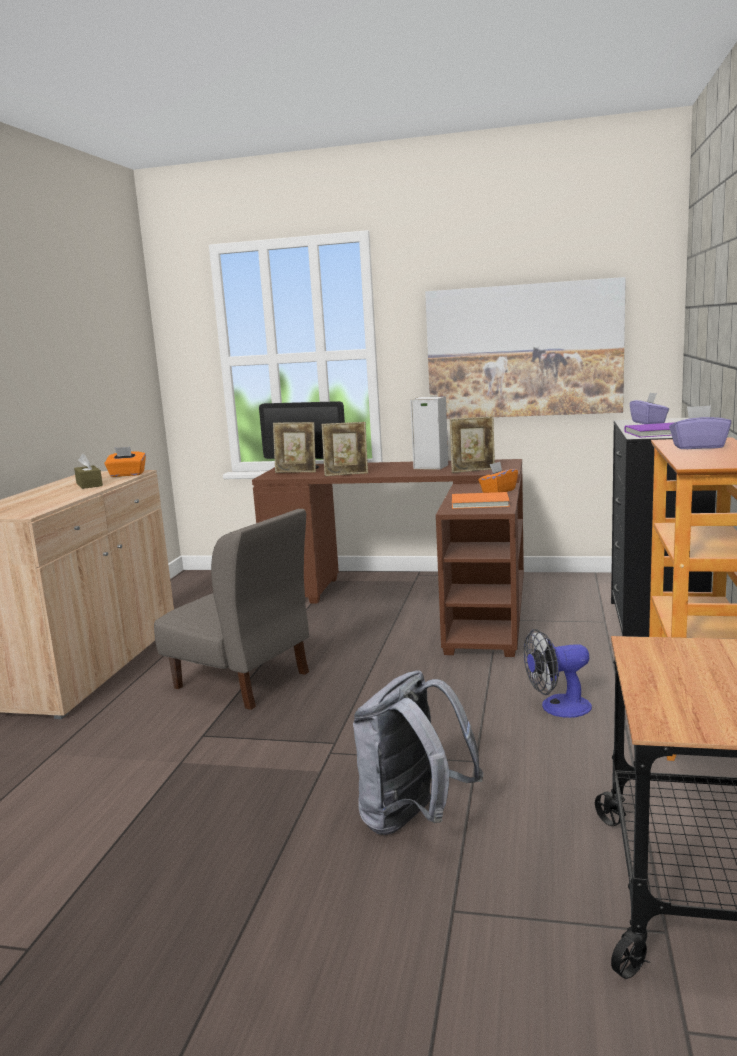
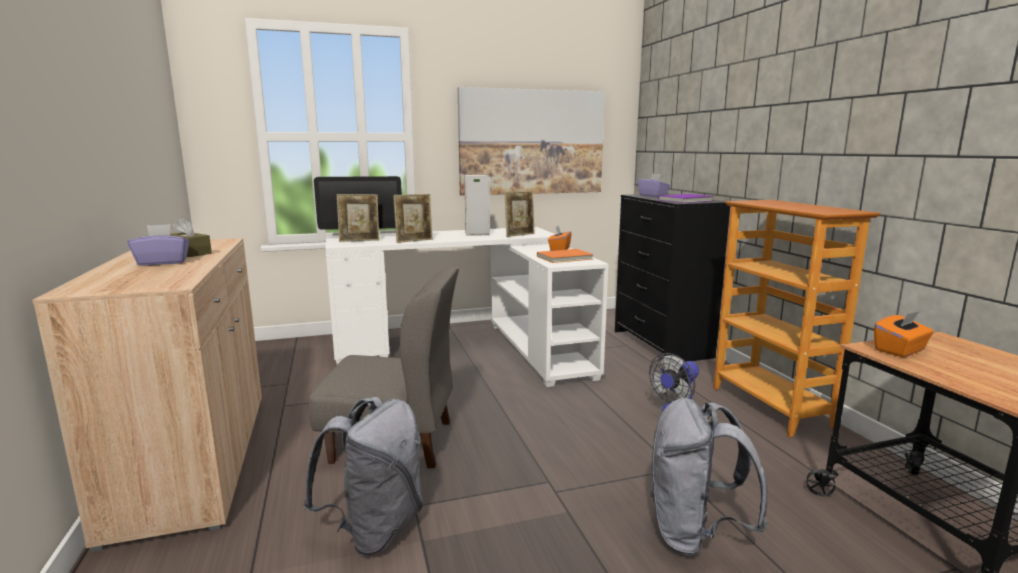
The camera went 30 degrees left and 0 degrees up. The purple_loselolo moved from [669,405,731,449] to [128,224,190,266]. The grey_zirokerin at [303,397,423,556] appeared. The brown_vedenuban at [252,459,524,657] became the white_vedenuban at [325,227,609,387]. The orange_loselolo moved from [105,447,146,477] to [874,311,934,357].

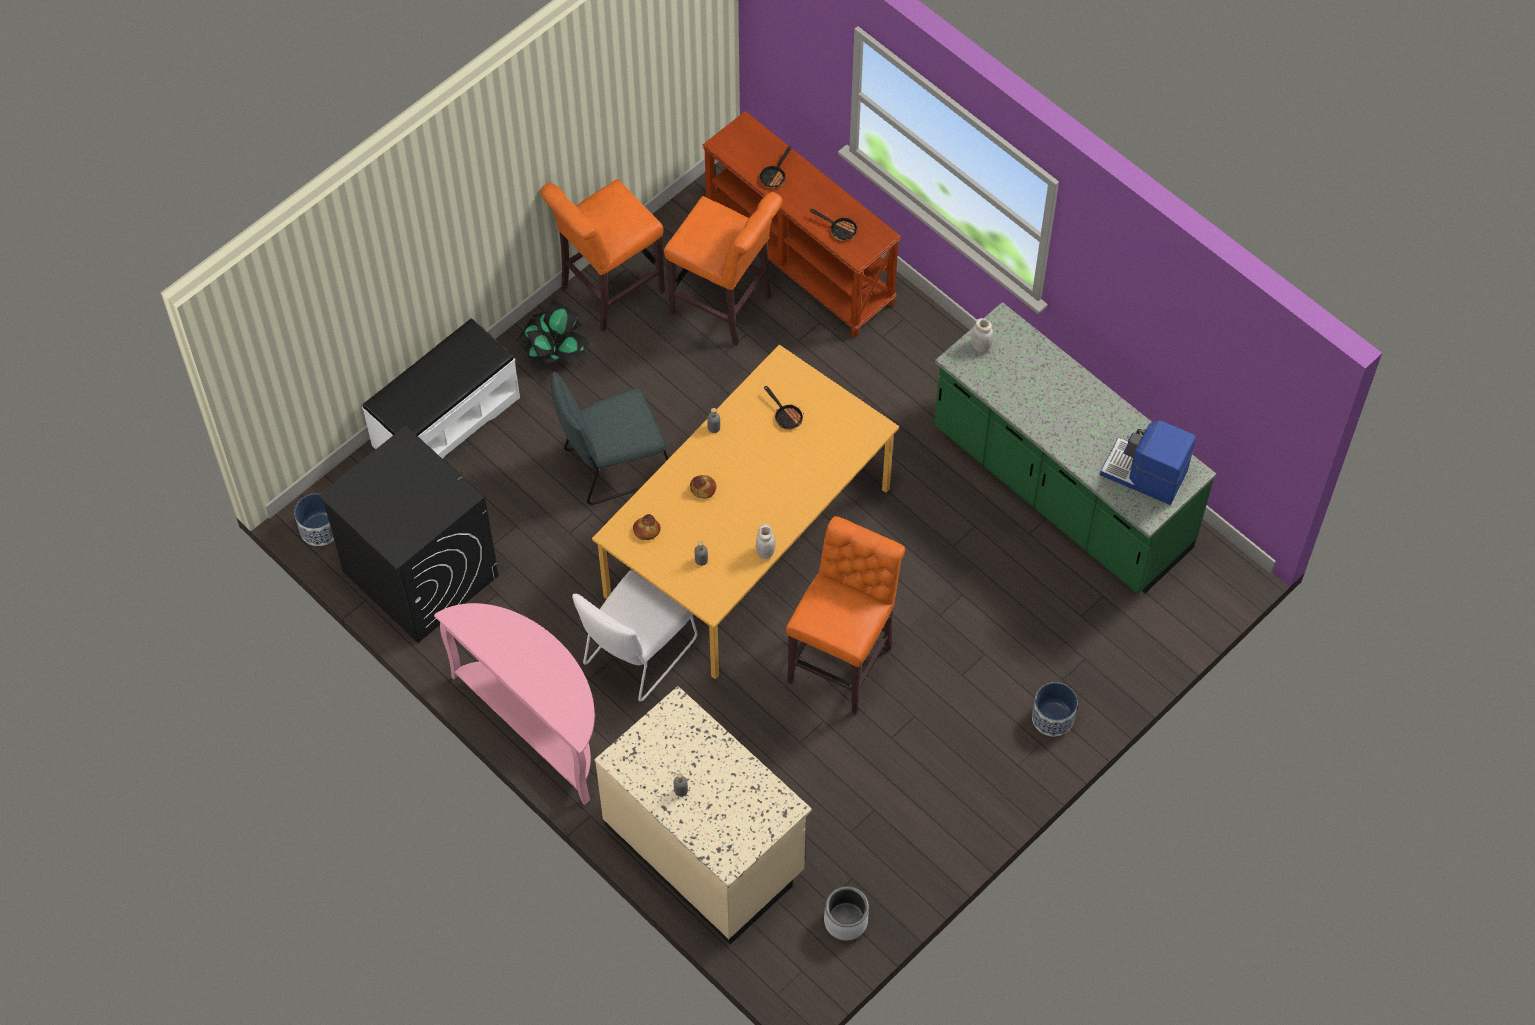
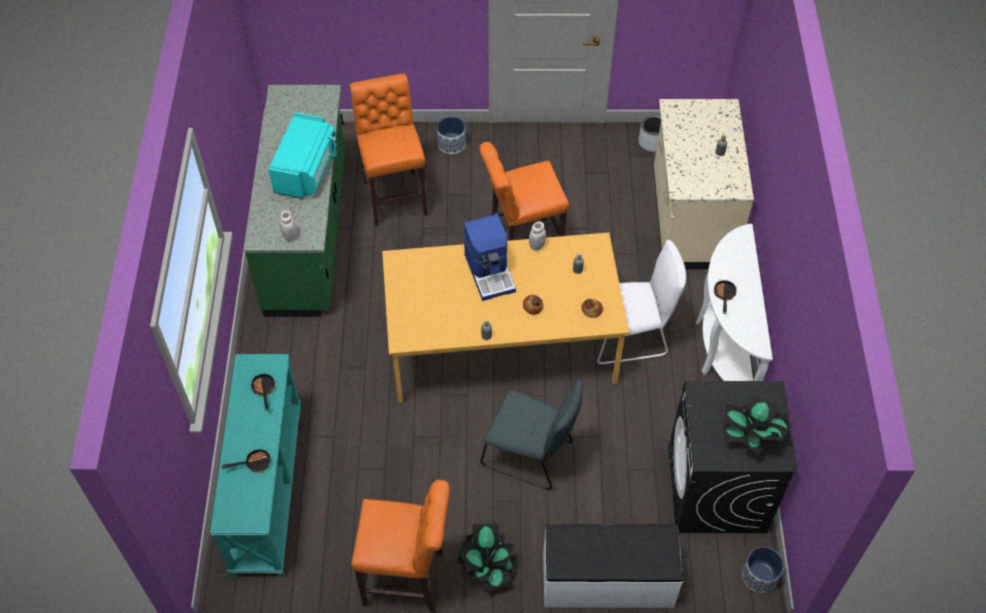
The camera went 135 degrees left and 5 degrees down. The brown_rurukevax at [702,111,901,338] became the turquoise_rurukevax at [210,354,301,577]. The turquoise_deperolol at [268,112,337,199] appeared. The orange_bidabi moved from [664,192,782,346] to [349,73,428,226]. The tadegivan moved from [1100,420,1196,505] to [464,214,516,301]. The pink_rurukevax at [434,603,595,805] became the white_rurukevax at [696,224,773,381]. The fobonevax moved from [764,386,804,430] to [714,280,737,314]. The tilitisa at [723,395,792,454] appeared.

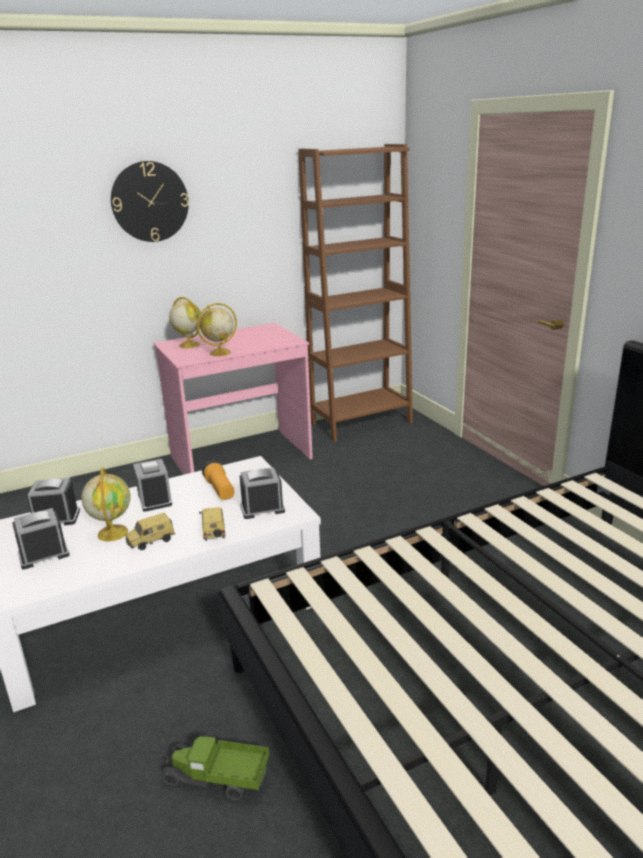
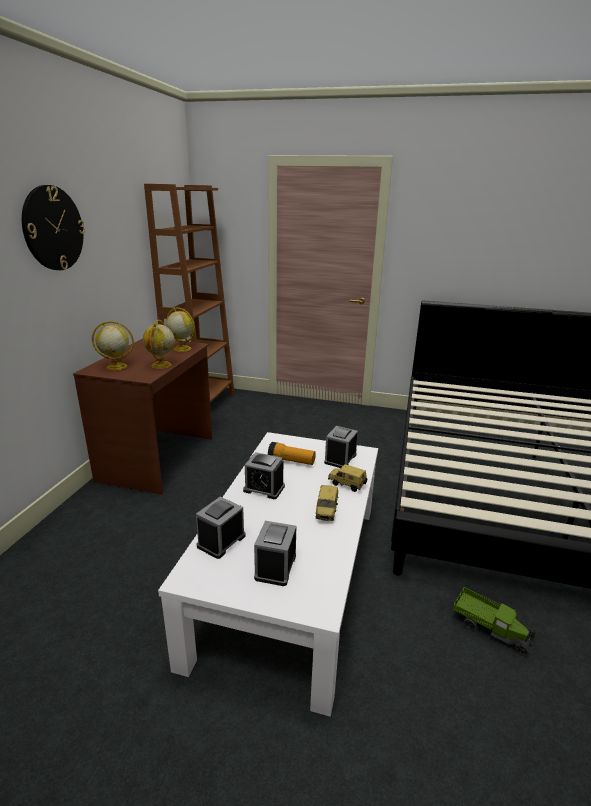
The camera went 50 degrees left and 0 degrees up. The pink_vedenuban at [153,323,313,475] became the brown_vedenuban at [73,338,212,495]. The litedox moved from [81,467,131,541] to [166,308,195,352]. The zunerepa at [161,736,269,800] turned 105 degrees counterclockwise.

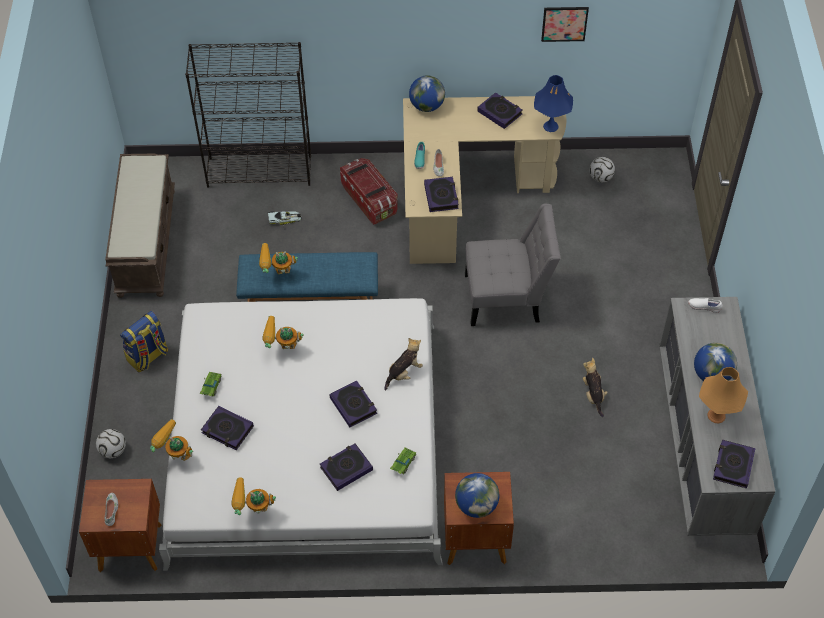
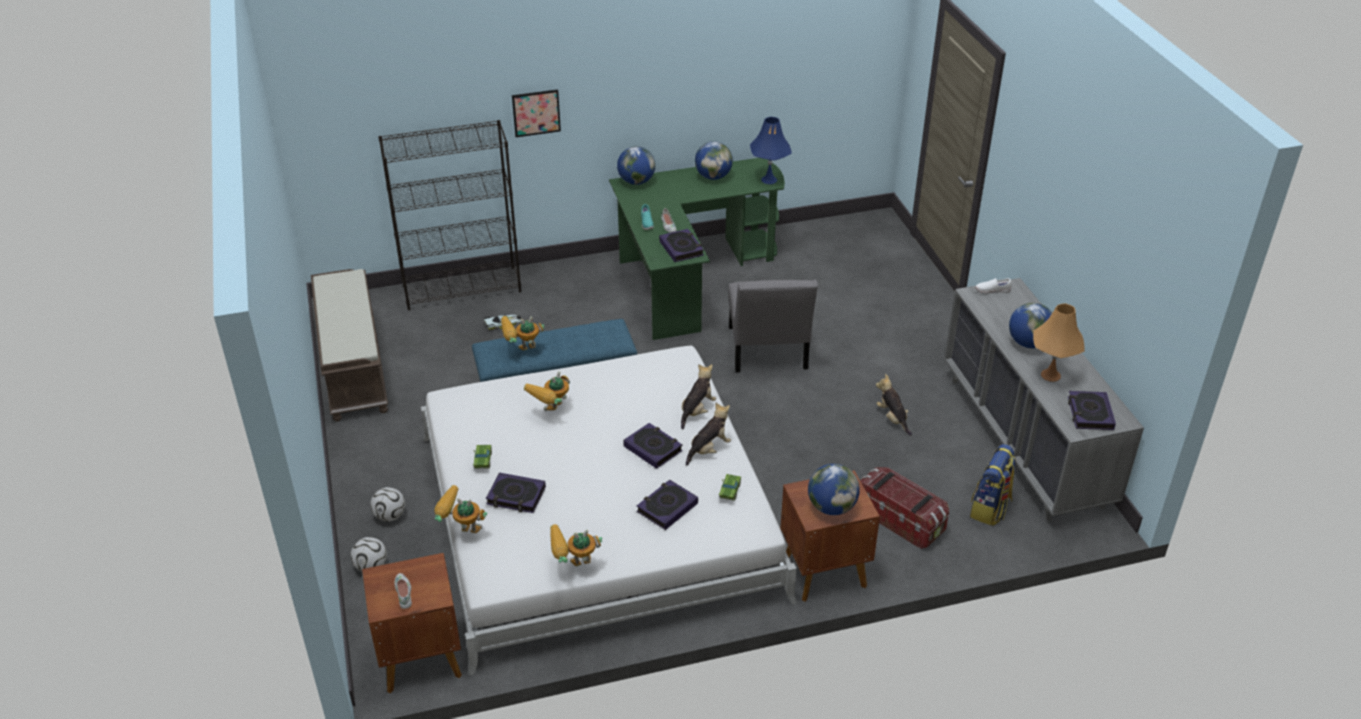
The camera went 15 degrees left and 15 degrees down. The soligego moved from [589,157,615,182] to [370,487,405,522]. The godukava moved from [541,7,589,42] to [512,89,561,137]. The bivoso at [263,316,304,349] turned 45 degrees counterclockwise. The beige_vedenuban at [403,96,566,264] became the green_vedenuban at [609,158,785,340]. The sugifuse at [686,403,731,466] appeared. The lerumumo at [477,92,523,129] was replaced by the litedox at [695,141,733,180]. The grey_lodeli at [465,204,561,326] turned 105 degrees clockwise. The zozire moved from [340,158,398,225] to [860,467,949,549]. The zirokerin moved from [120,311,168,372] to [970,444,1016,526].

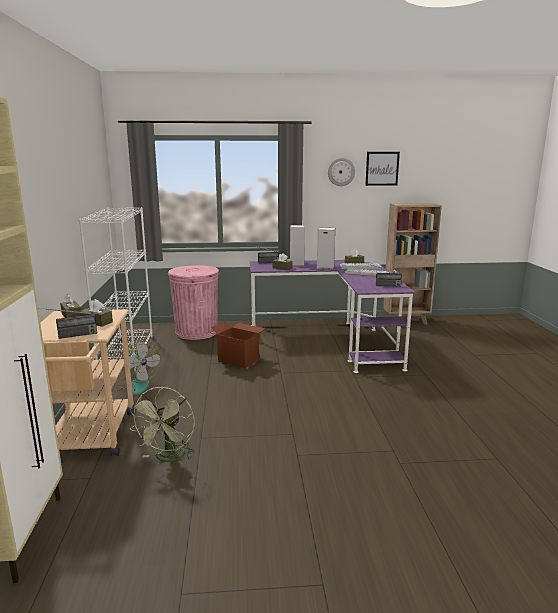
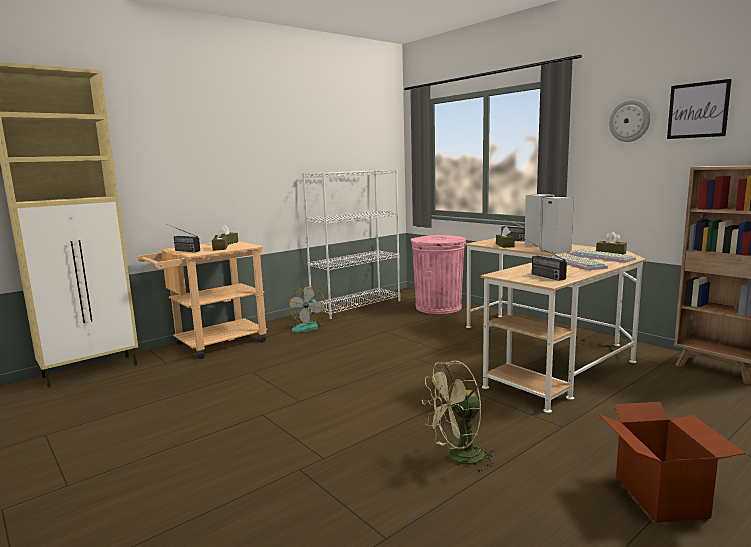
The camera went 55 degrees right and 5 degrees down. The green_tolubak moved from [129,387,195,462] to [422,361,497,473]. The purple_vedenuban at [250,260,415,373] became the beige_vedenuban at [465,238,646,413]. The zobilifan moved from [211,321,265,368] to [598,402,746,522].

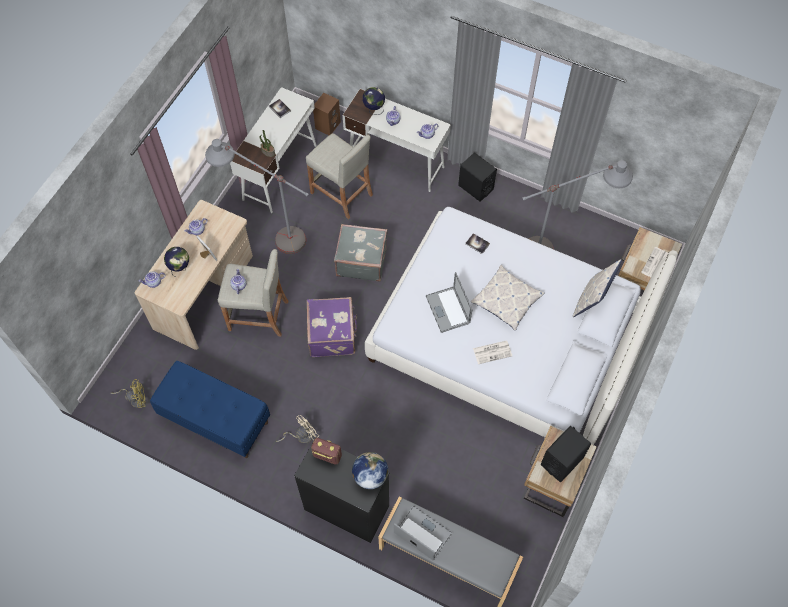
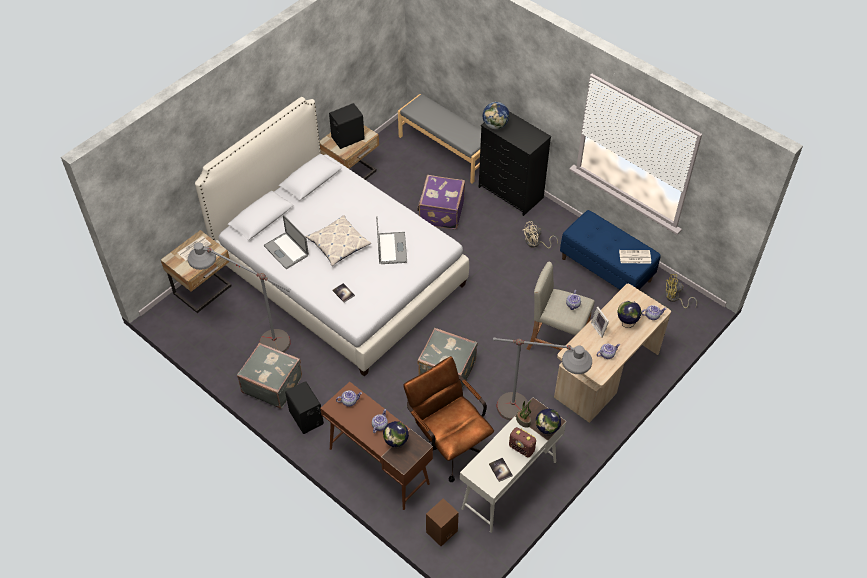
The camera went 165 degrees left and 10 degrees down. The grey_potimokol at [237,343,302,409] appeared. The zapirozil moved from [394,506,452,561] to [264,215,309,269]. The white_vedenuban at [343,89,451,192] became the brown_vedenuban at [320,382,433,510]. The beige_bidabi at [306,133,373,219] was replaced by the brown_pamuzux at [403,356,494,482]. The purple_potimokol moved from [307,297,358,357] to [417,175,465,229]. The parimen moved from [311,438,342,465] to [509,427,536,457]. The litedox at [536,409,561,436] appeared. The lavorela moved from [473,340,512,364] to [619,250,651,263]. The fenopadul at [573,259,622,317] disappeared.

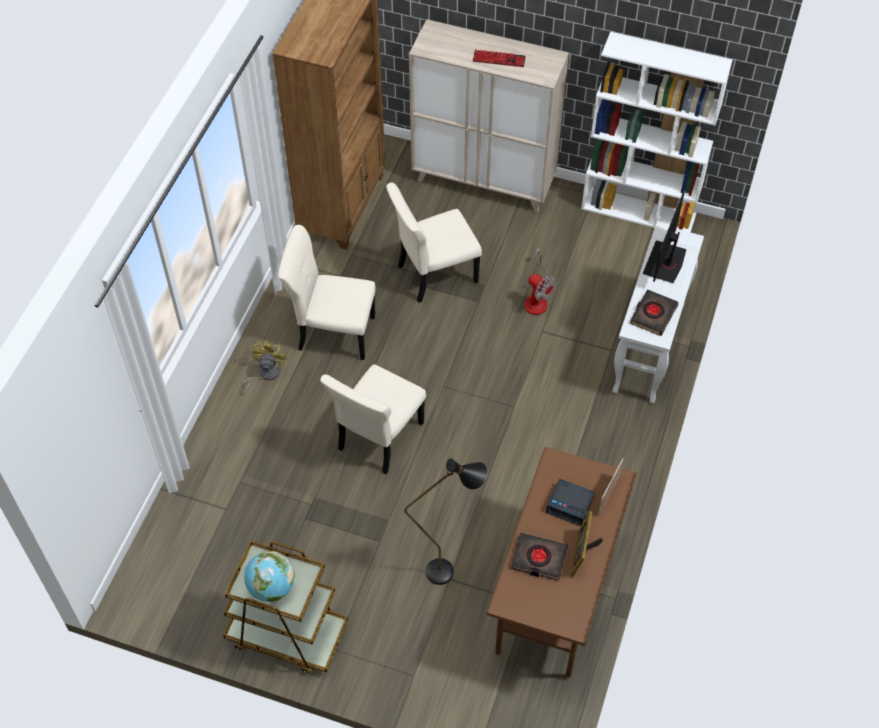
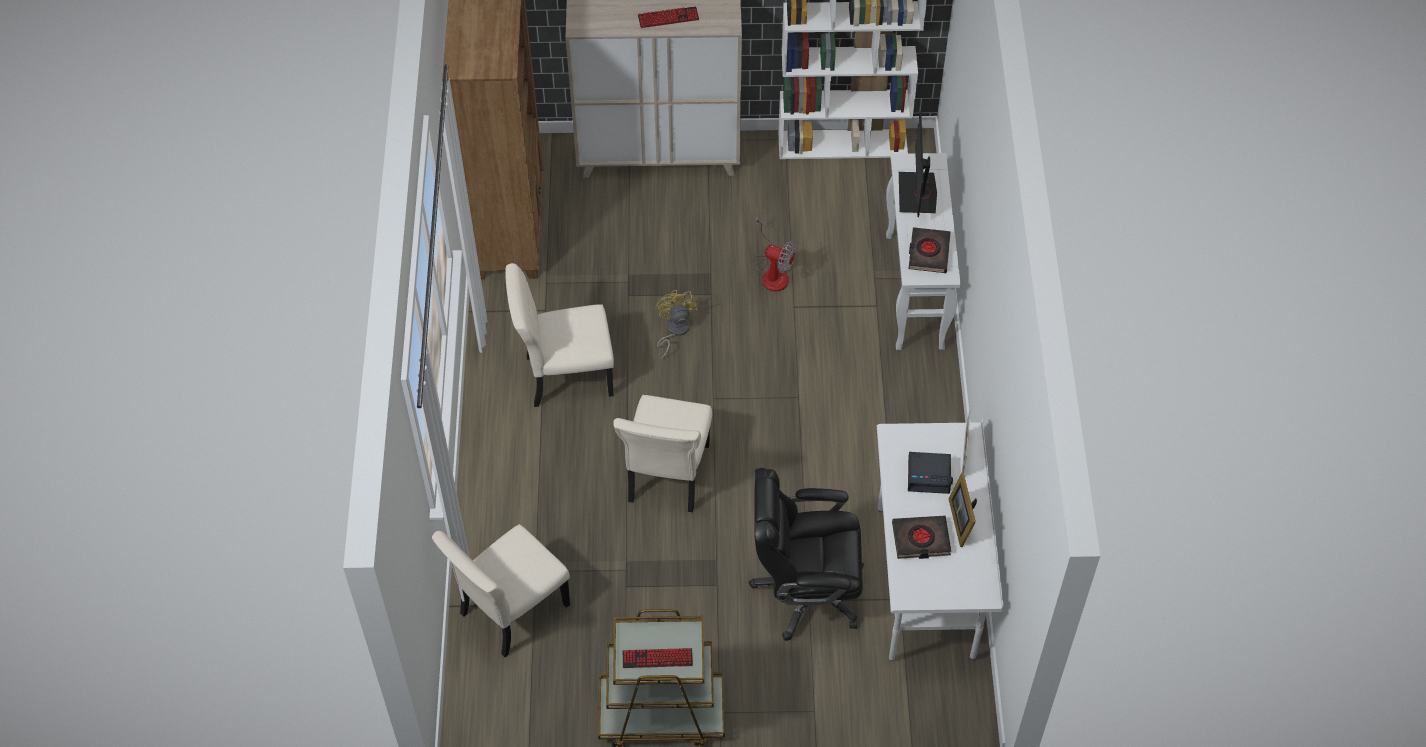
The camera went 20 degrees left and 0 degrees up. The beige_lodeli moved from [386,182,482,303] to [432,524,570,658]. The litedox at [244,551,294,602] was replaced by the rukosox at [623,648,693,668]. The yellow_tolubak moved from [242,340,287,395] to [655,290,698,359]. The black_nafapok at [404,458,488,585] was replaced by the black_pamuzux at [749,468,864,641]. The brown_vedenuban at [486,447,637,678] became the white_vedenuban at [877,420,1003,661].

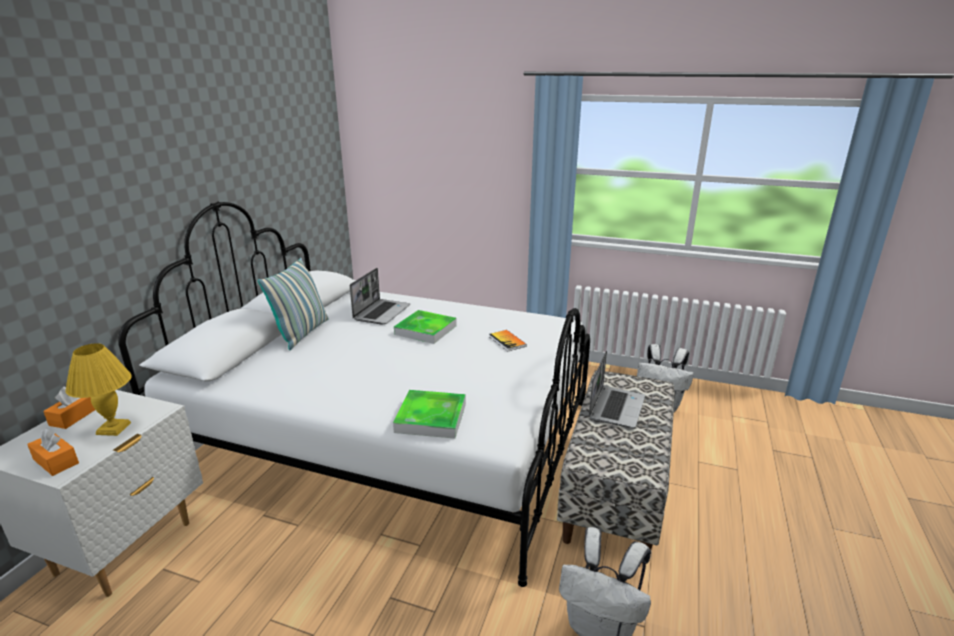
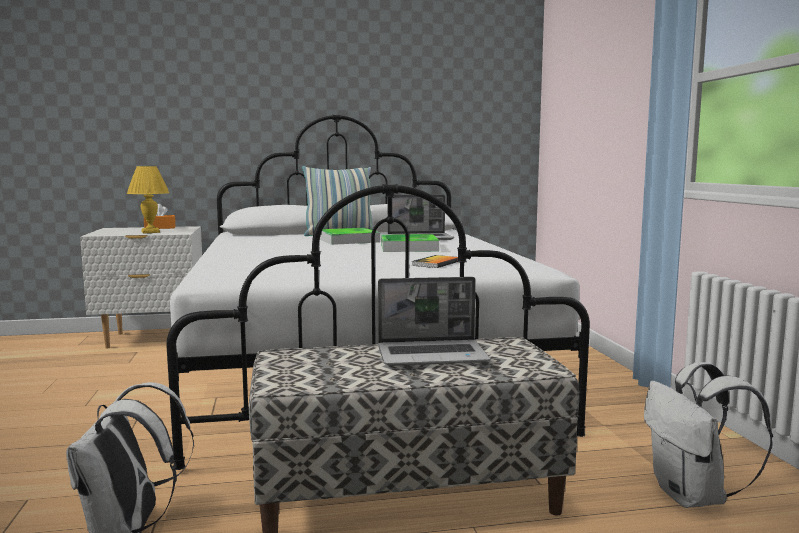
The camera went 60 degrees right and 15 degrees down. The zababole moved from [393,390,466,439] to [320,228,380,245]. The orange_loselolo at [27,429,79,476] disappeared.

